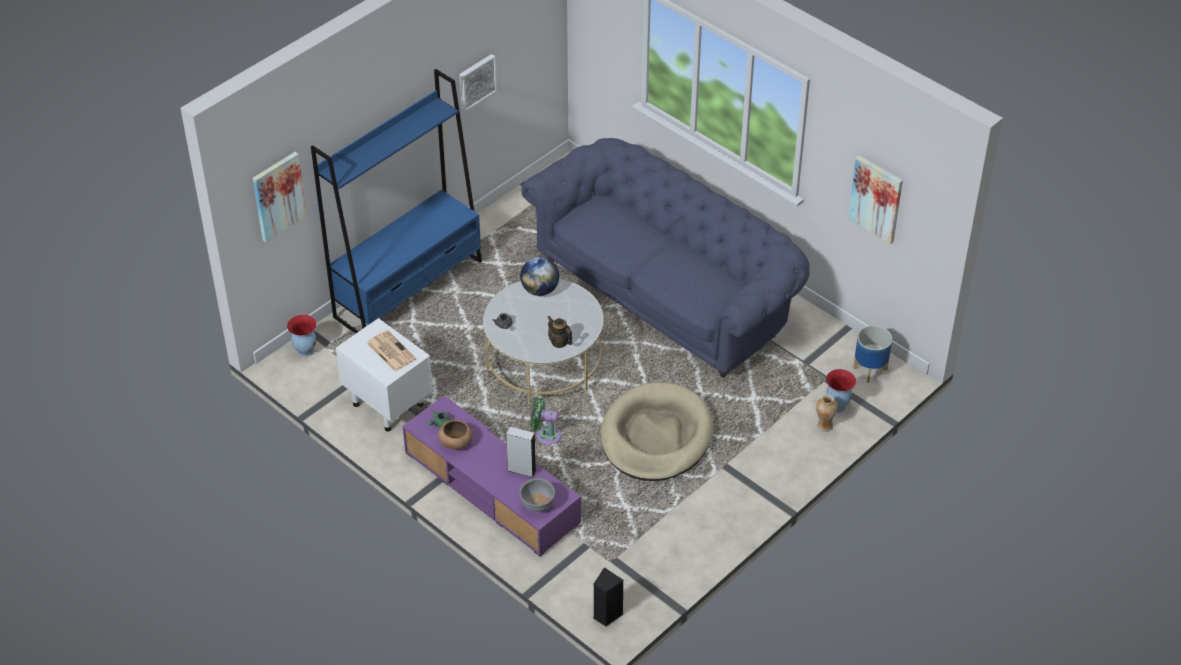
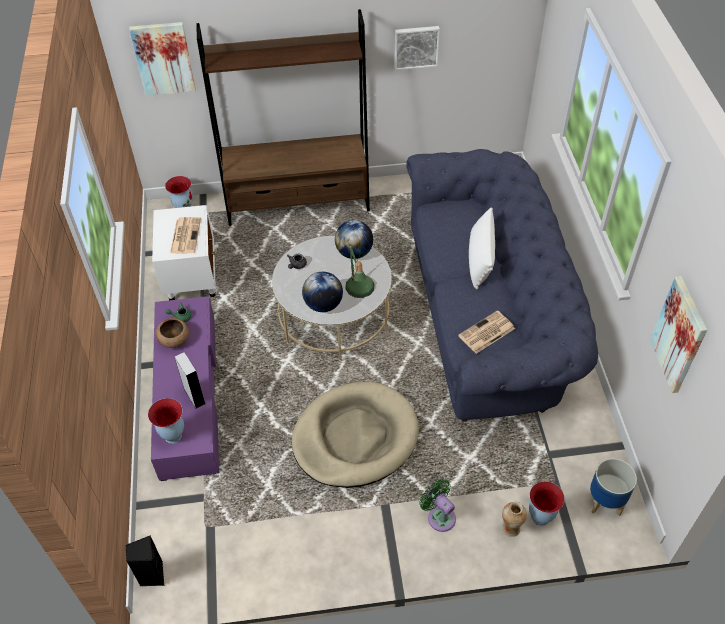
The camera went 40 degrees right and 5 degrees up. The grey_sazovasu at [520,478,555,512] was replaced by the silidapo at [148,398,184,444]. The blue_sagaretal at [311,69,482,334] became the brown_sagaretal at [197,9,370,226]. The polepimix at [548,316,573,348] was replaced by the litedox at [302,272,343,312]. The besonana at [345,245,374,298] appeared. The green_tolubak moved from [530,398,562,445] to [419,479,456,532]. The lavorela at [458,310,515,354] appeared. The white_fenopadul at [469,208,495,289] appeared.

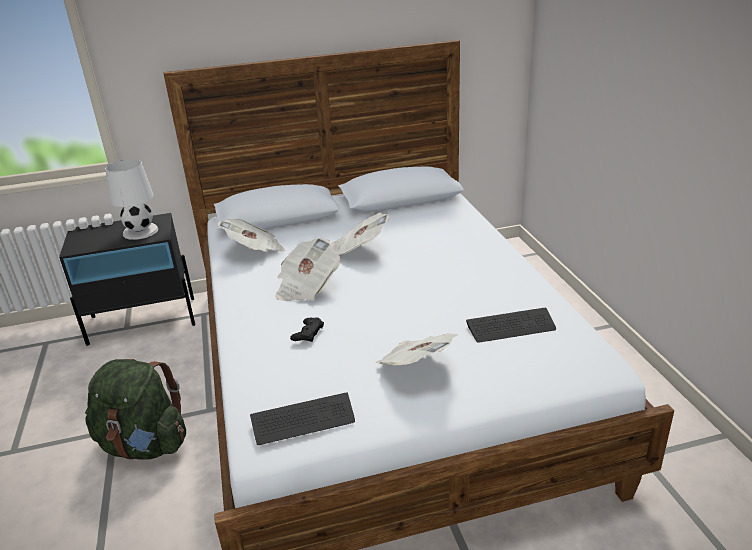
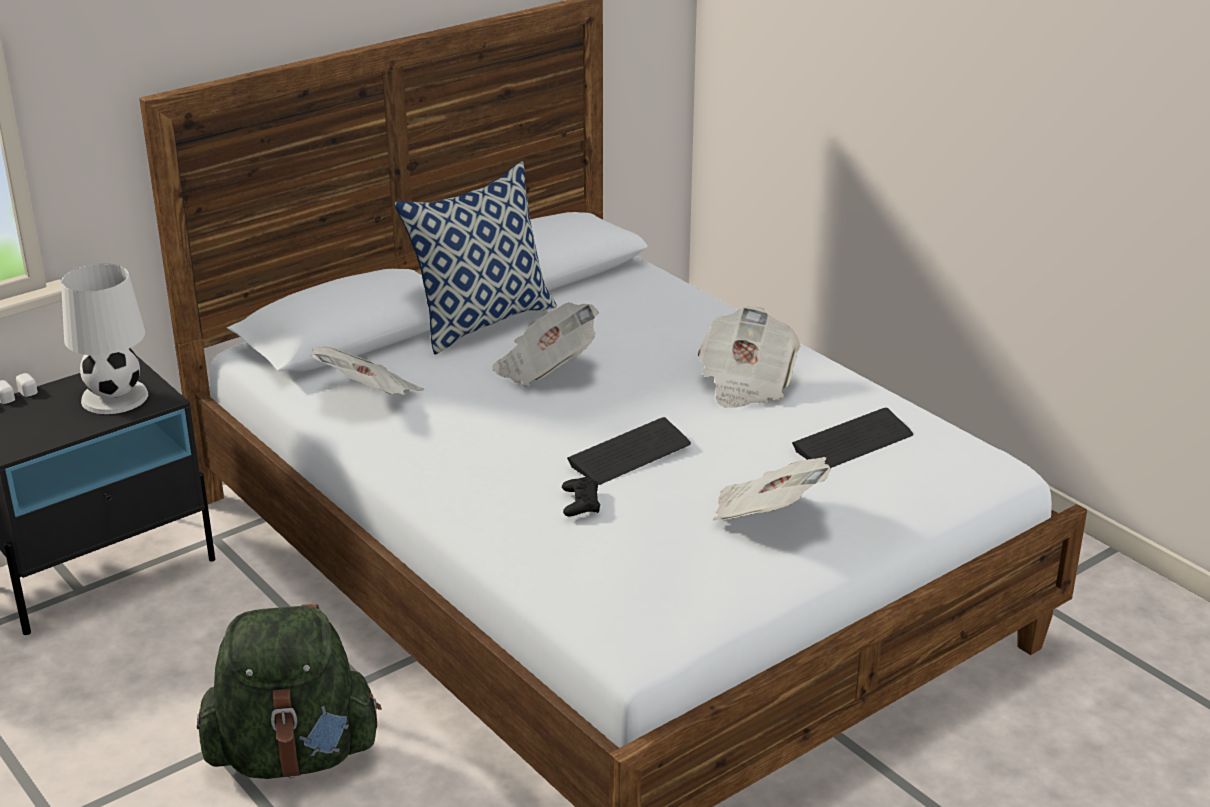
The camera went 25 degrees left and 0 degrees up. The fenopadul at [394,162,557,355] appeared. The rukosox moved from [250,392,355,445] to [567,417,691,485]. The lavorela moved from [275,238,340,301] to [698,306,800,408].

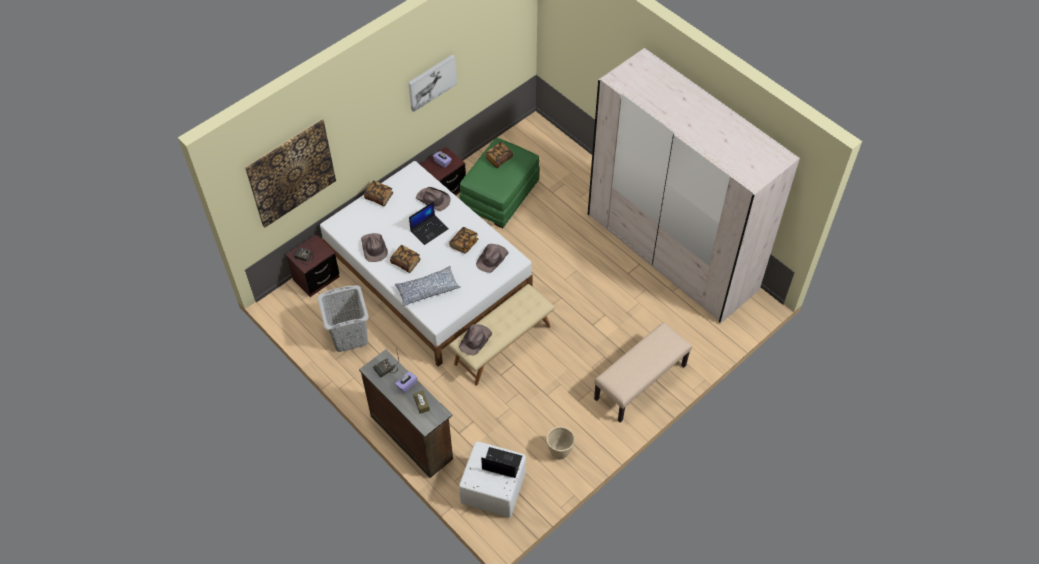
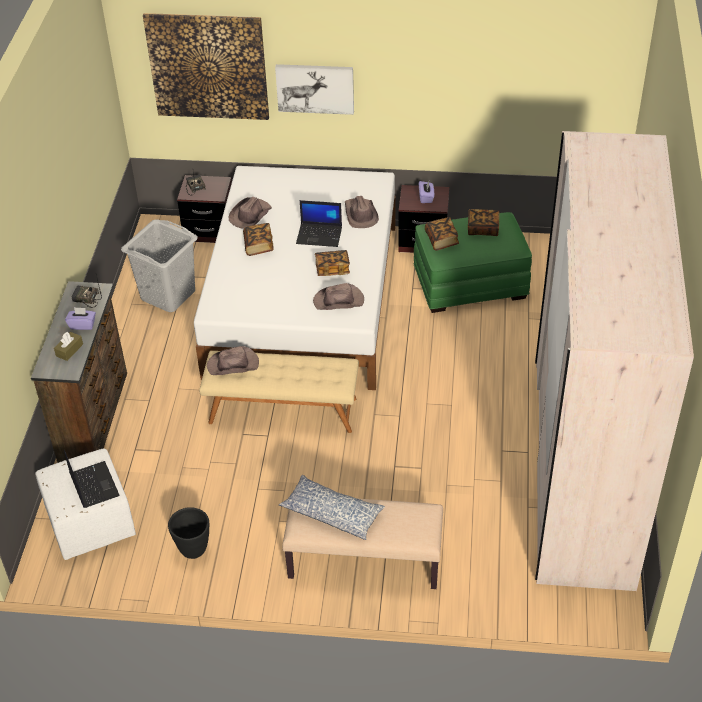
The camera went 50 degrees right and 10 degrees down. The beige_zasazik at [546,426,575,459] became the black_zasazik at [168,507,209,559]. The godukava moved from [408,54,457,112] to [275,64,354,115]. The fenopadul moved from [395,266,460,306] to [279,475,385,540]. The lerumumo moved from [364,180,393,206] to [425,217,459,251].

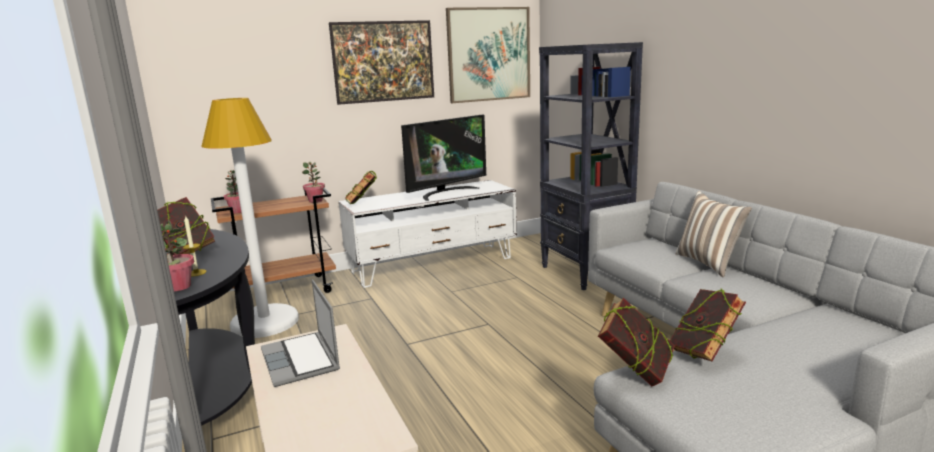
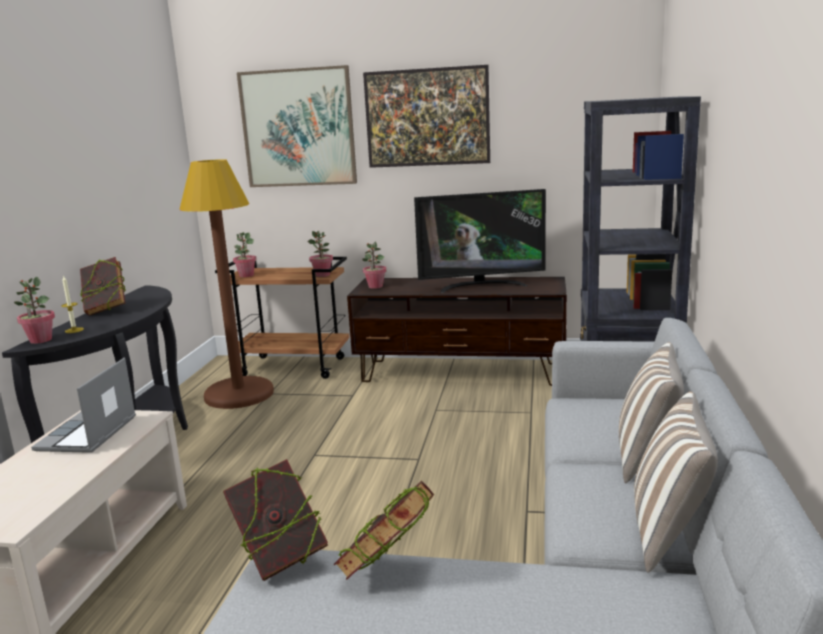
The camera went 35 degrees right and 0 degrees up. The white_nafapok at [201,98,299,338] became the brown_nafapok at [180,159,274,409]. The godukava moved from [446,7,530,103] to [237,65,357,187]. The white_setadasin at [338,180,517,288] became the brown_setadasin at [347,277,567,386]. The lerumumo at [345,170,377,204] was replaced by the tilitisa at [362,241,386,289]. The fenopadul at [634,392,718,573] appeared.

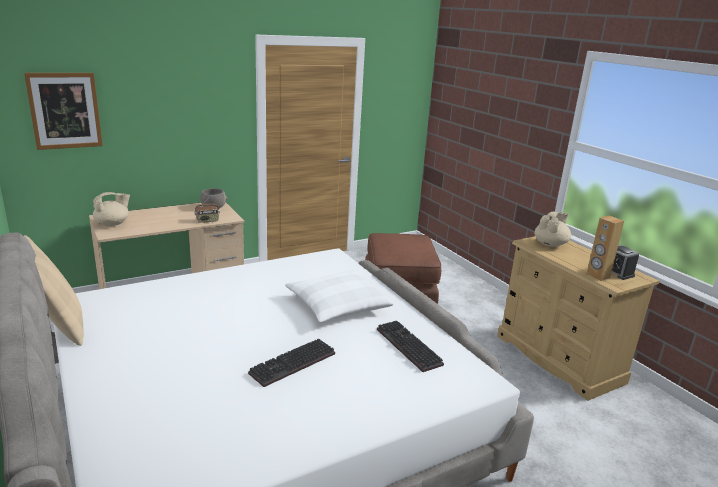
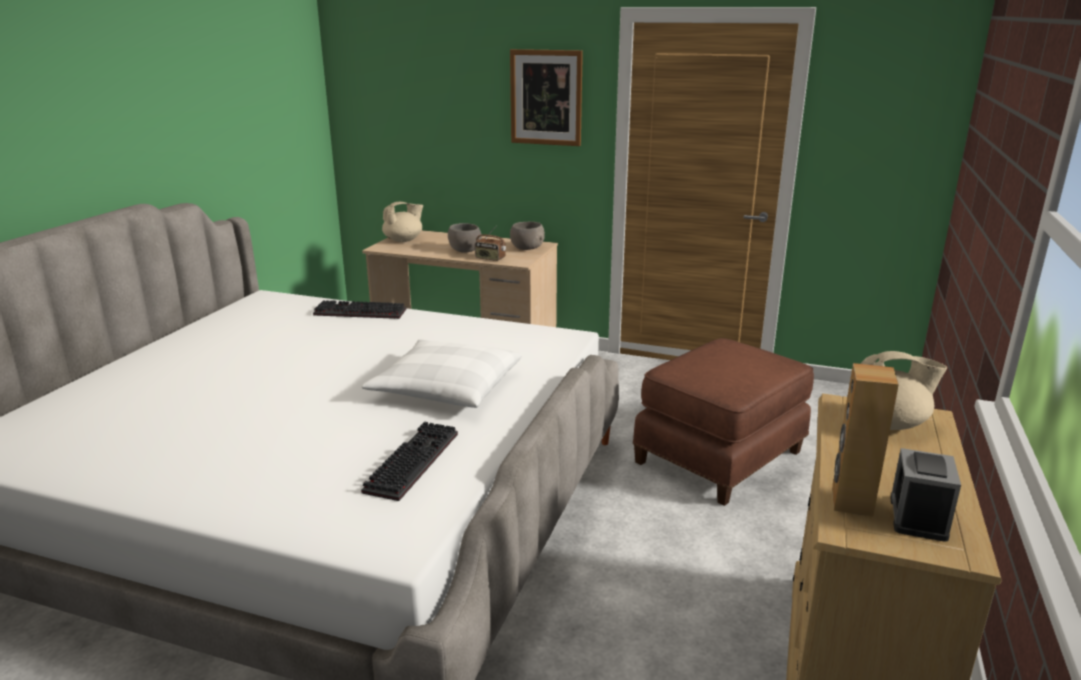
The camera went 50 degrees right and 0 degrees up. The rukosox moved from [248,339,335,387] to [313,300,406,319]. The beige_polepimix at [93,192,130,226] turned 45 degrees counterclockwise. The grey_sazovasu at [448,223,482,253] appeared. The godukava moved from [24,73,103,150] to [510,49,583,146]. The beige_fenopadul at [24,235,84,346] disappeared.

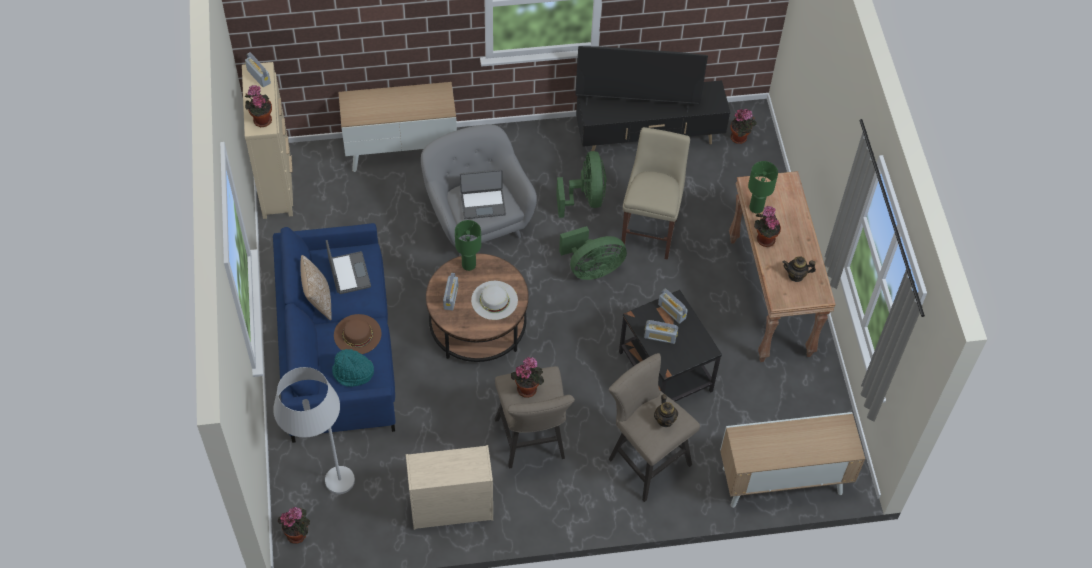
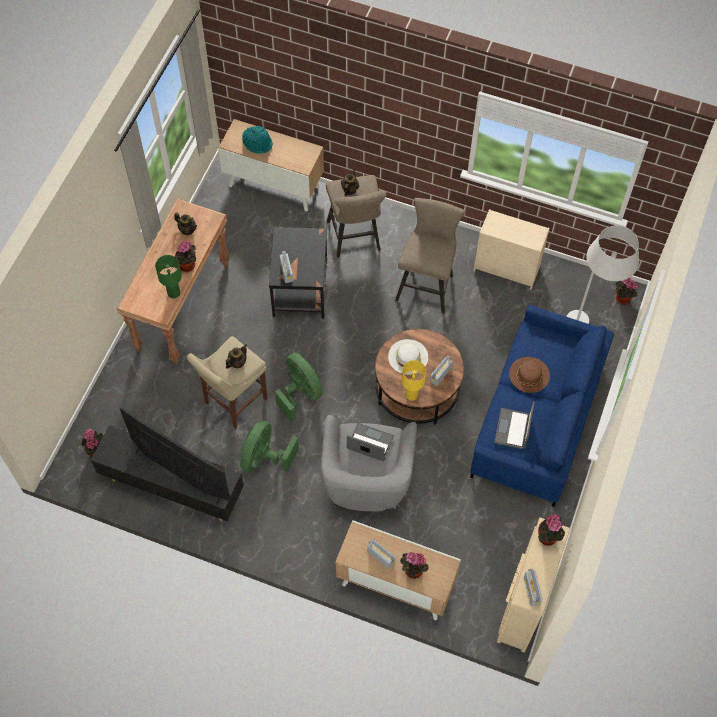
The camera went 150 degrees left and 5 degrees up. The polepimix at [226,344,247,369] appeared. The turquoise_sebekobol moved from [332,349,374,387] to [242,126,273,154]. The green_tolubak at [559,226,627,280] turned 45 degrees clockwise. The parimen moved from [644,320,678,344] to [367,539,395,569]. The tilitisa moved from [511,357,544,398] to [400,552,429,579]. The green_besonana at [455,220,481,271] became the yellow_besonana at [402,360,426,401]. The fenopadul at [300,255,332,321] disappeared.

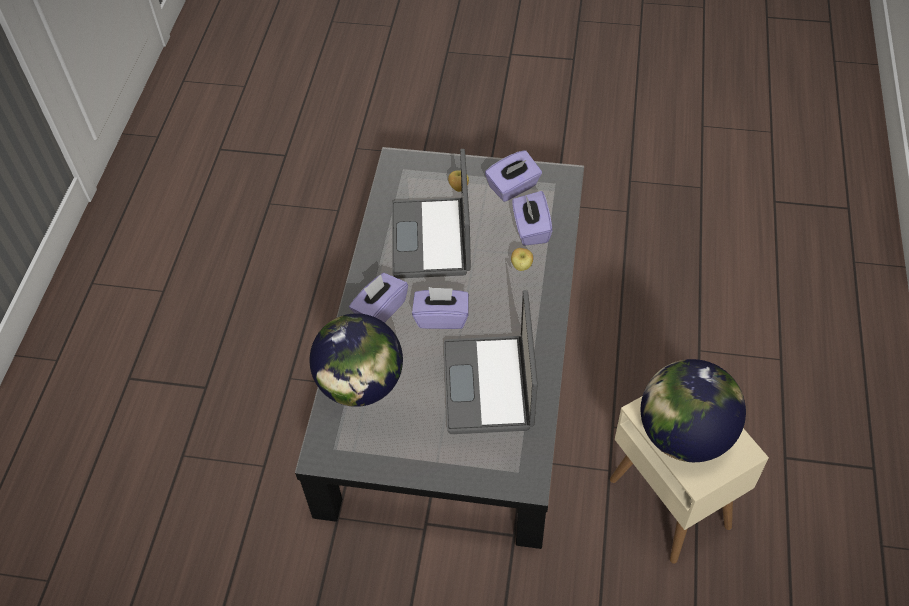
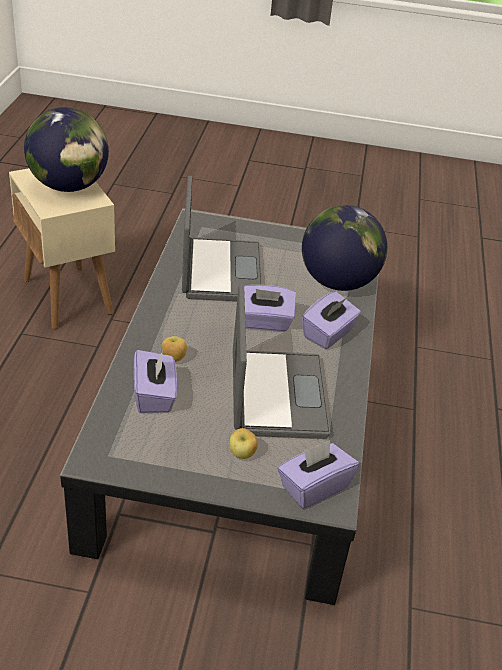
The camera went 175 degrees right and 15 degrees down. The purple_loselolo moved from [485,150,542,202] to [278,440,359,509].

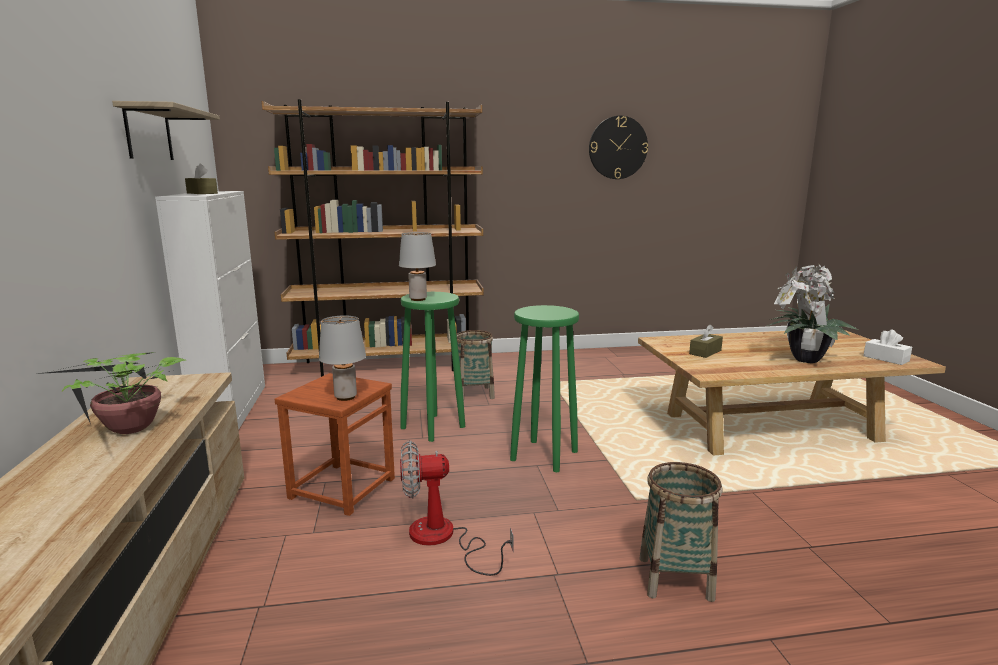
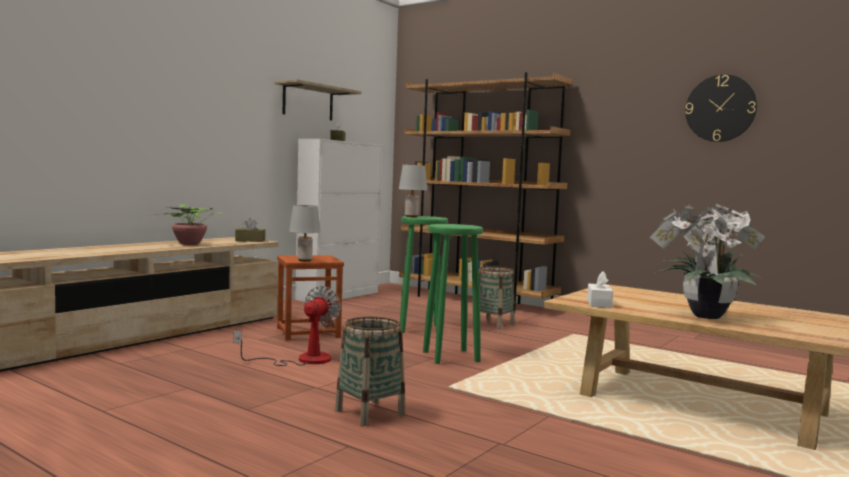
The camera went 45 degrees right and 10 degrees down. The tolubak at [400,440,514,576] turned 75 degrees clockwise. The brown_loselolo moved from [689,324,723,358] to [235,218,265,242]. The white_loselolo moved from [863,330,912,365] to [587,271,613,308].

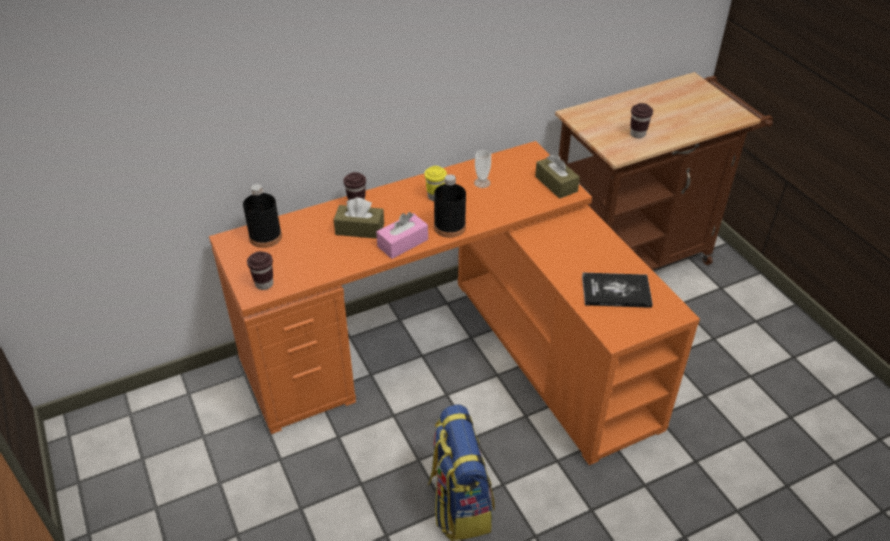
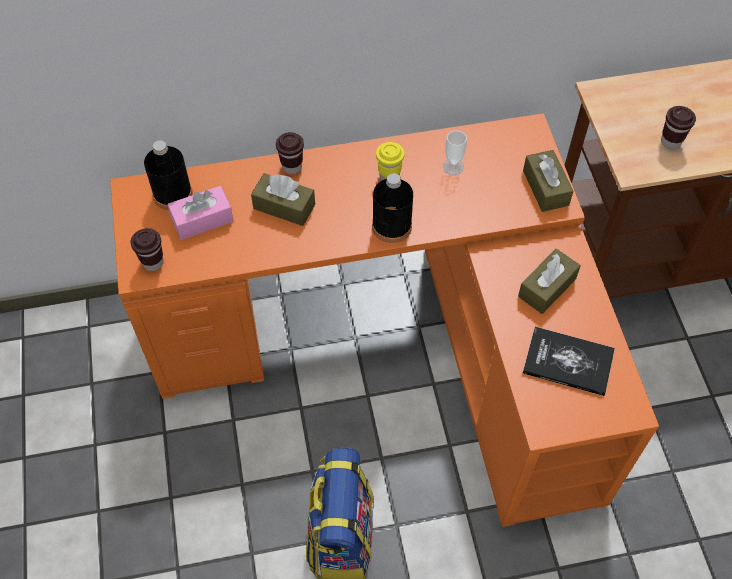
The camera went 15 degrees right and 15 degrees up. The pink_loselolo moved from [376,212,428,259] to [167,186,234,240]. The brown_loselolo at [518,249,581,314] appeared.

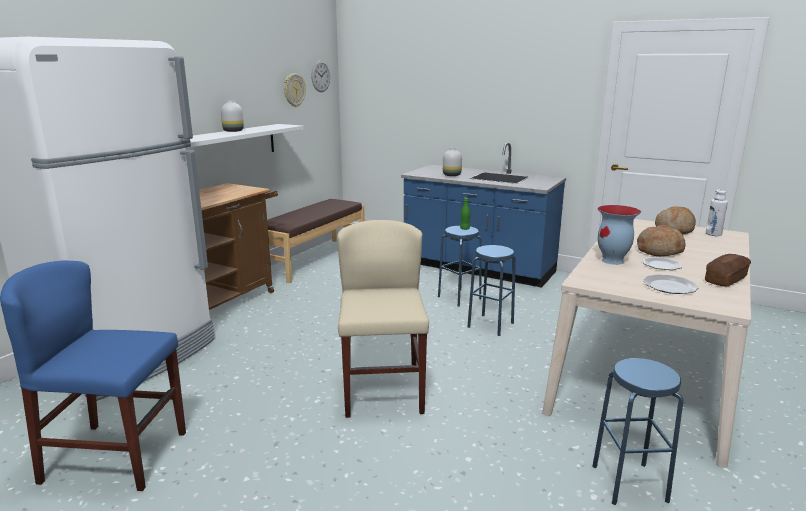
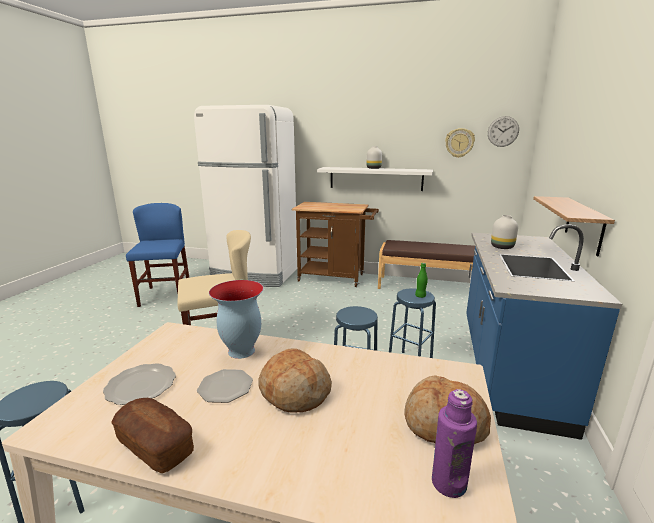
The camera went 75 degrees right and 0 degrees up. The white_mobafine at [706,189,728,236] became the purple_mobafine at [432,389,477,498]. The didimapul at [533,196,615,256] appeared.

